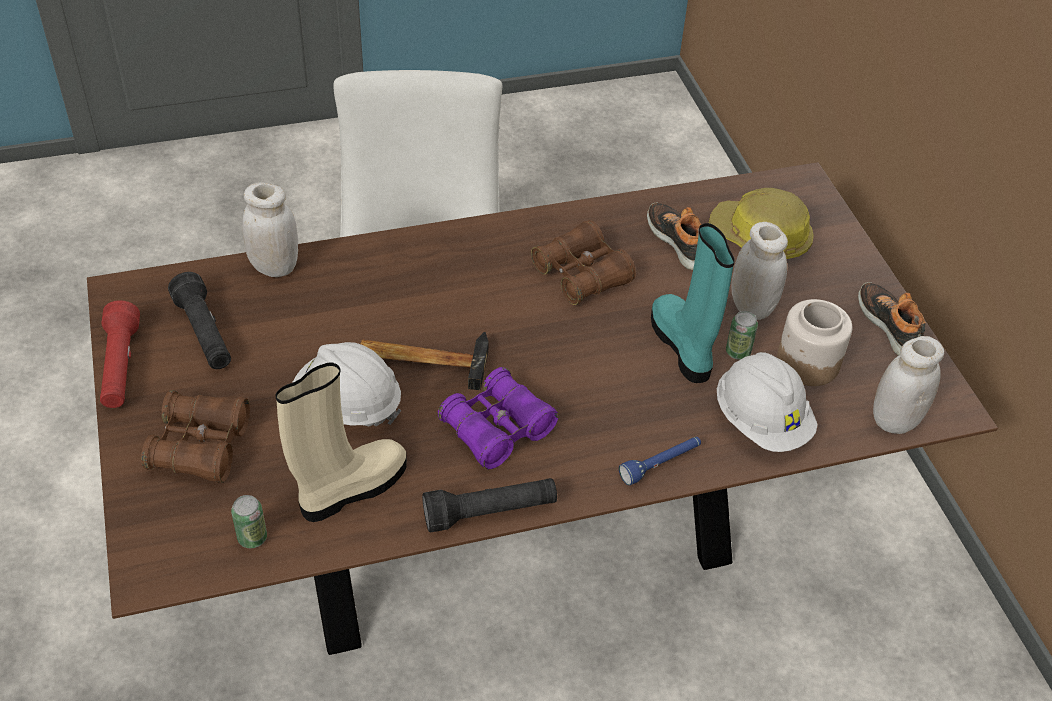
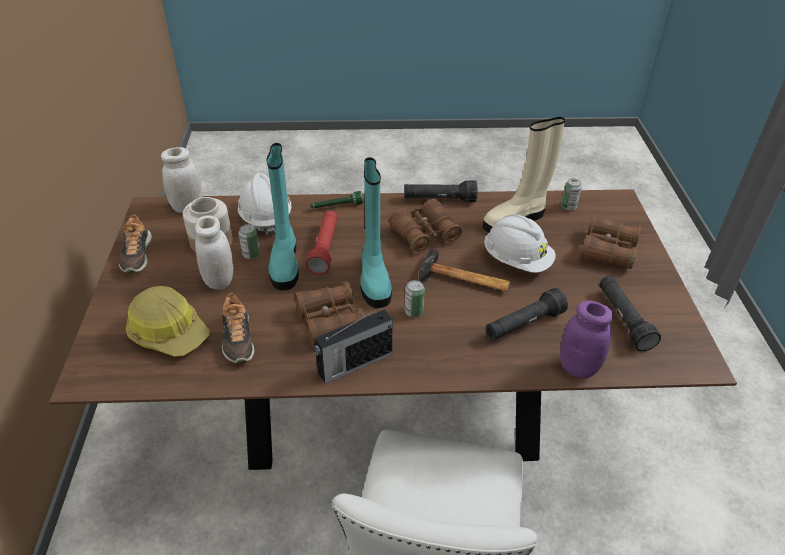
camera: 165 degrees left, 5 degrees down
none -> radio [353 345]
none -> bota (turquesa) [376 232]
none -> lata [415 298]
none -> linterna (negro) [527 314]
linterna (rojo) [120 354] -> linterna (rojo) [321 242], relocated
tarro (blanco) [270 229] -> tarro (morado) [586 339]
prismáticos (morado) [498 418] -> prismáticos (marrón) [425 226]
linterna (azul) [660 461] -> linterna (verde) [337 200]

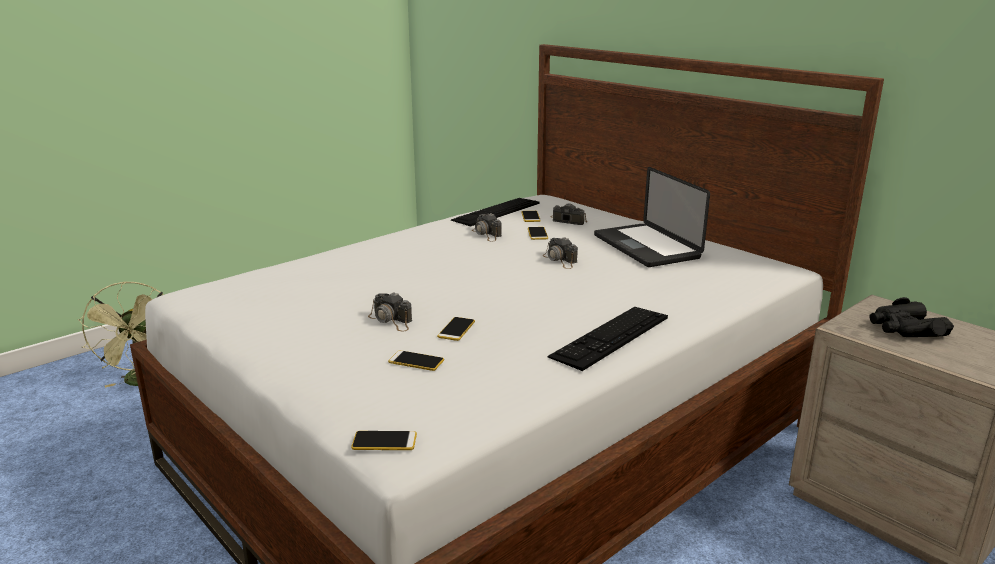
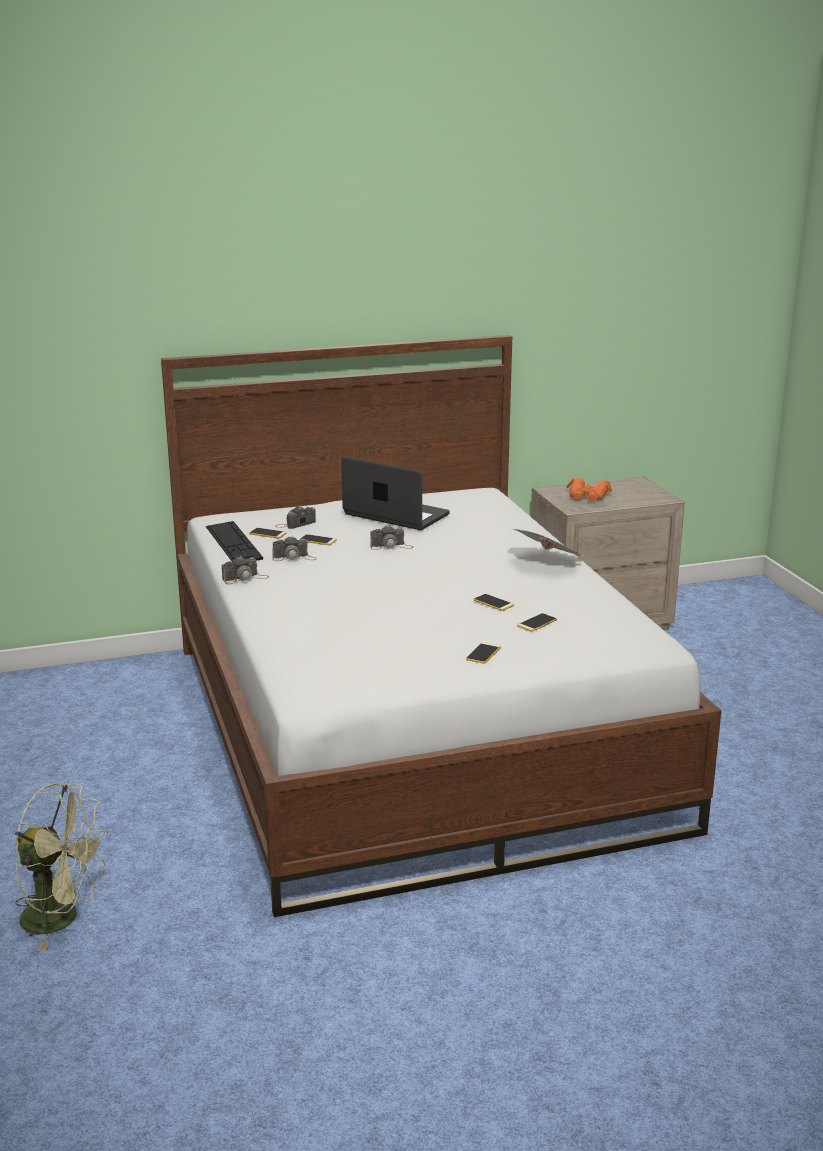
camera: 65 degrees left, 0 degrees up
móvil [384 440] -> móvil [483 653], relocated
cámara [390 312] -> cámara [245 570], relocated
teclado [607 339] -> periódico [548 542]
prismáticos (negro) [911 317] -> prismáticos (naranja) [589 490]
portátil [652 217] -> portátil [395 493], 150 degrees counterclockwise

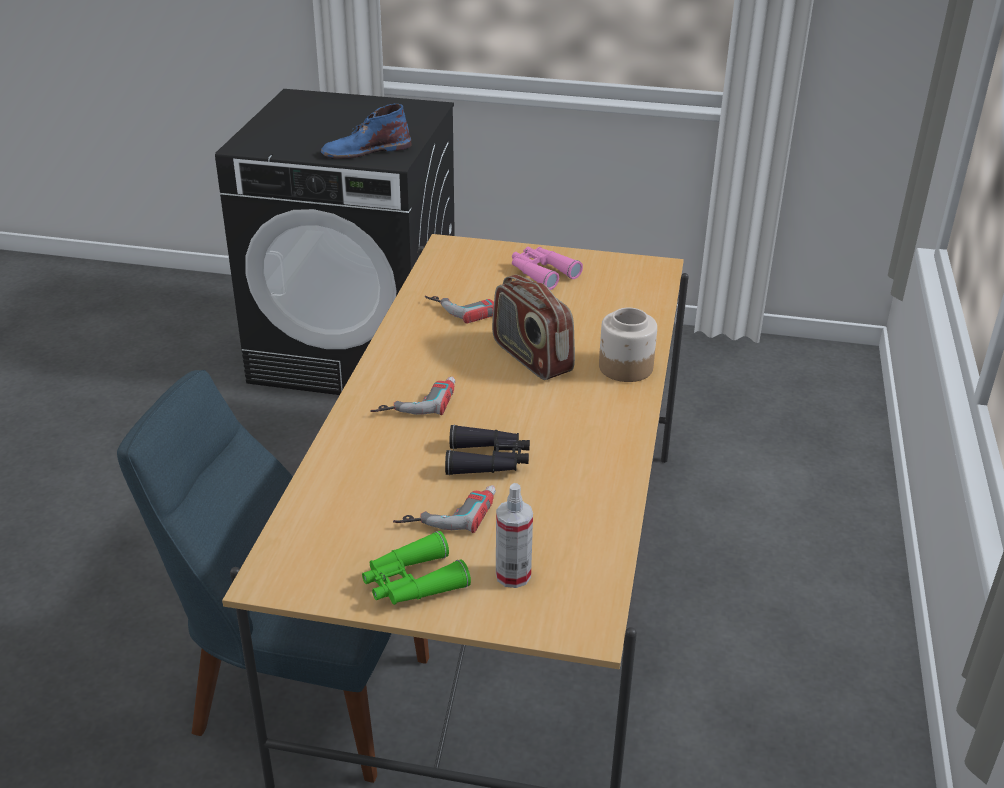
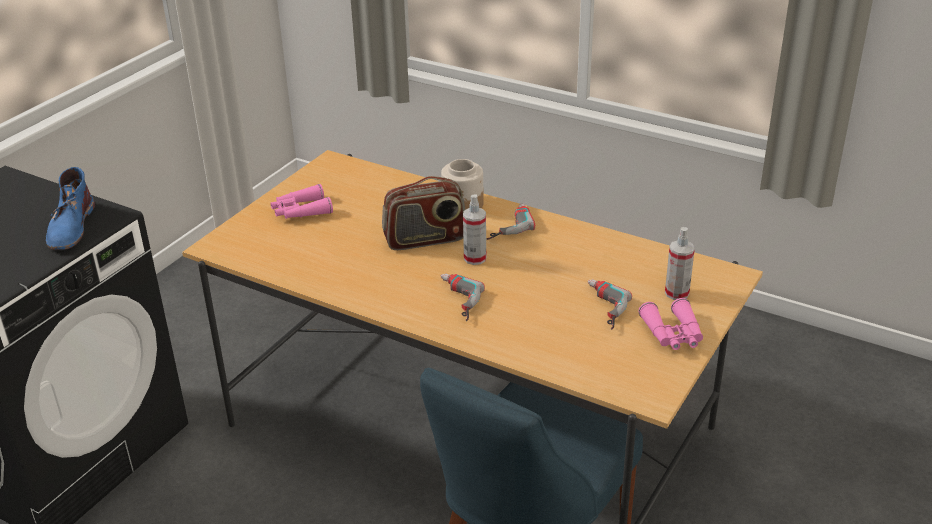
camera: 70 degrees left, 0 degrees up
prismáticos (negro) [487 450] -> none
none -> pulverizador [474 229]
taladro [459 309] -> taladro [511 221], relocated
prismáticos (verde) [416 568] -> prismáticos (rosa) [671 324]

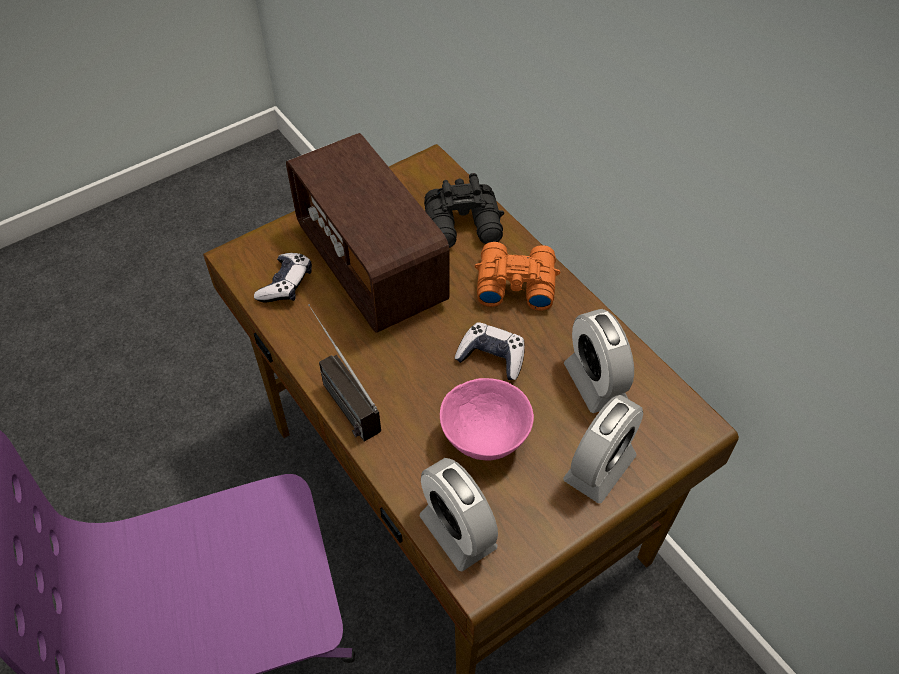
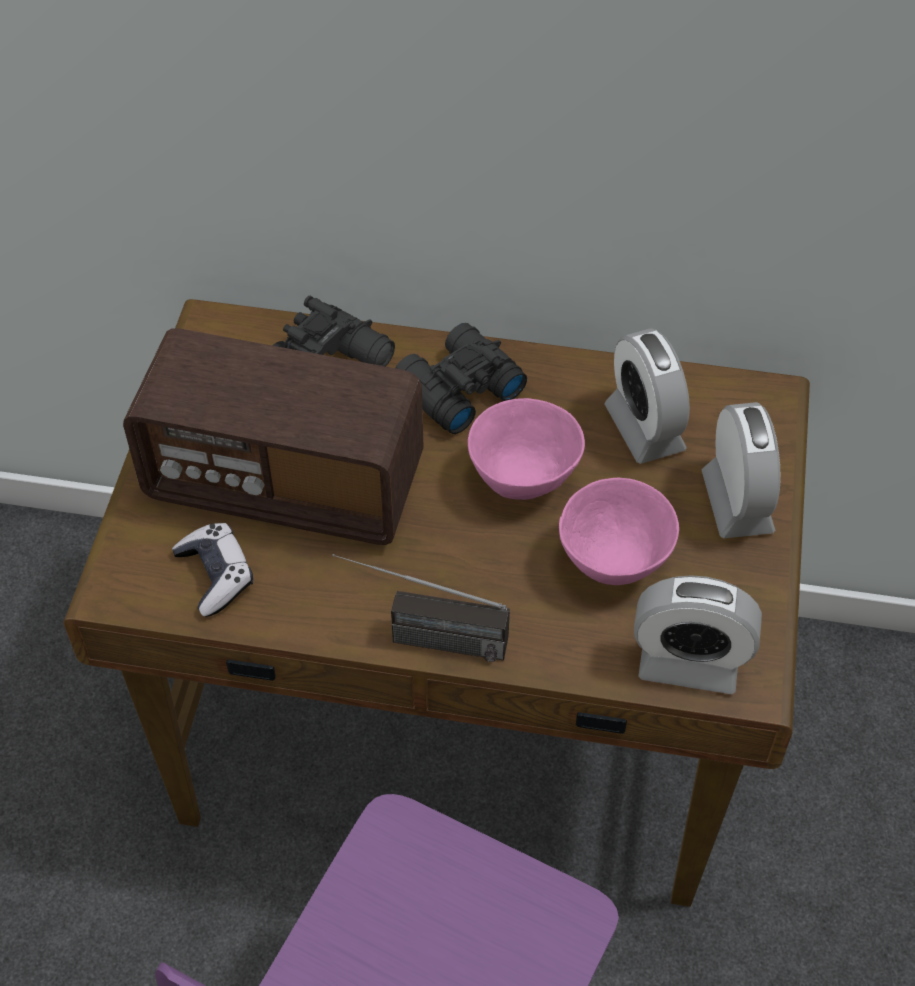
camera: 45 degrees left, 0 degrees up
mando de consola [490 351] -> cuenco (rosa) [526 449]
prismáticos (naranja) [517 276] -> prismáticos (negro) [461 378]
despertador [599 361] -> despertador [647 396], 45 degrees clockwise

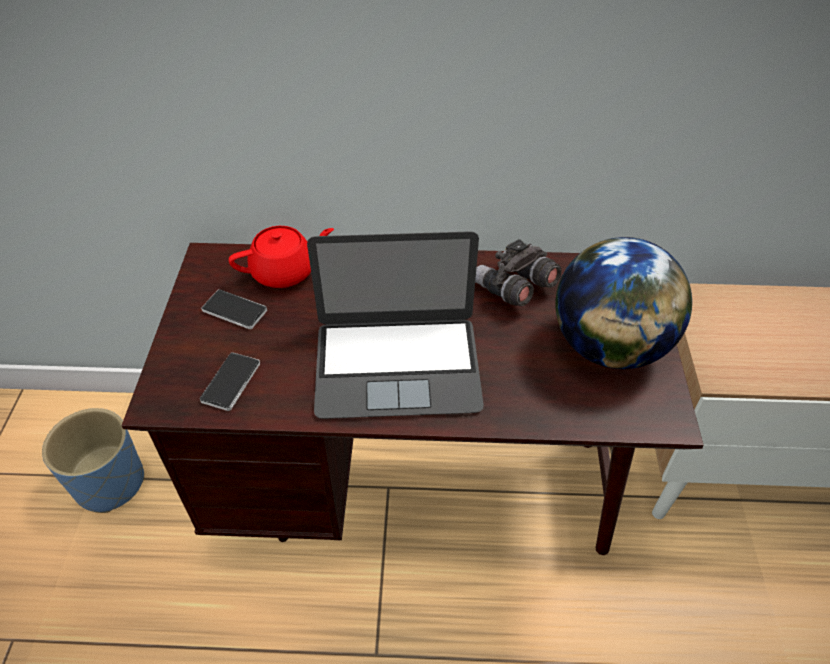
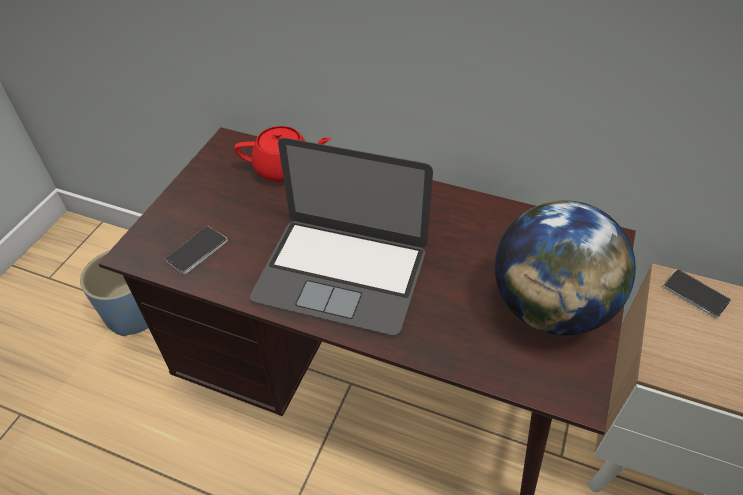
camera: 20 degrees right, 0 degrees up
prismáticos (gris) [518 272] -> none
móvil [234 309] -> móvil [697 293], relocated

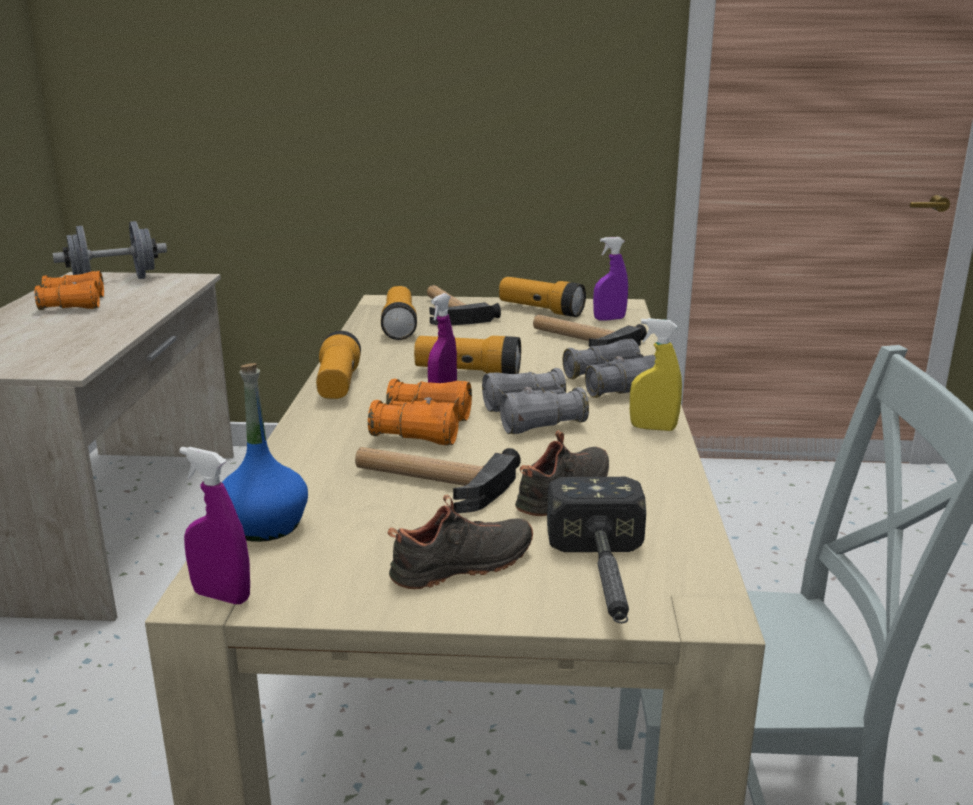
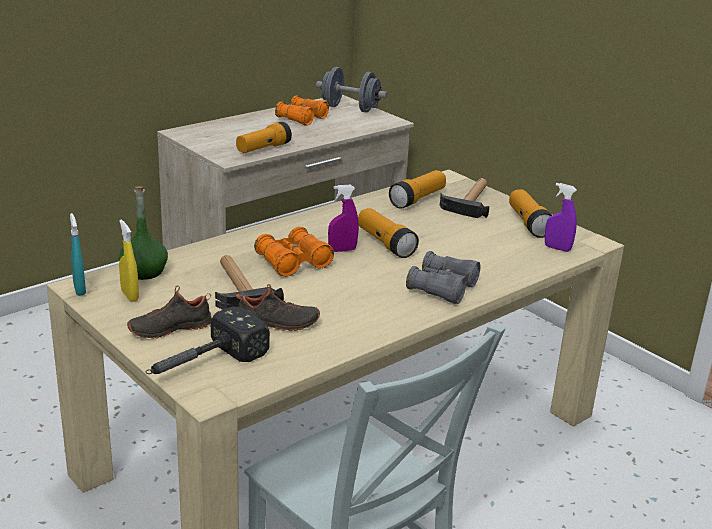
camera: 45 degrees right, 5 degrees up
prismáticos (gris) [535 401] -> none
martillo [590 331] -> none
linterna [338 365] -> linterna [264 137], relocated
pulverizador (amarillo) [656 374] -> pulverizador (amarillo) [129 261], relocated
pulverizador (morado) [214 525] -> pulverizador (turquesa) [78 254]
botella (azul) [265 452] -> botella (verde) [143 233]
zapato (negro) [460 542] -> zapato (negro) [169 312], 135 degrees clockwise

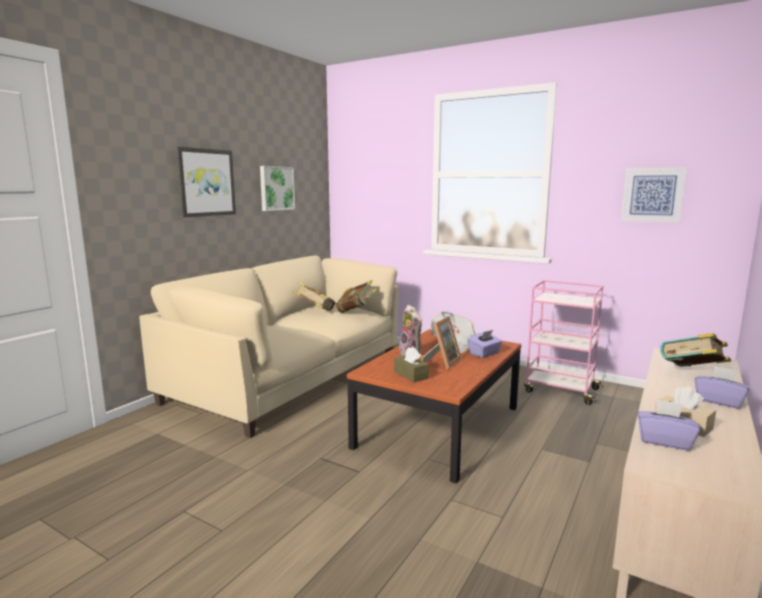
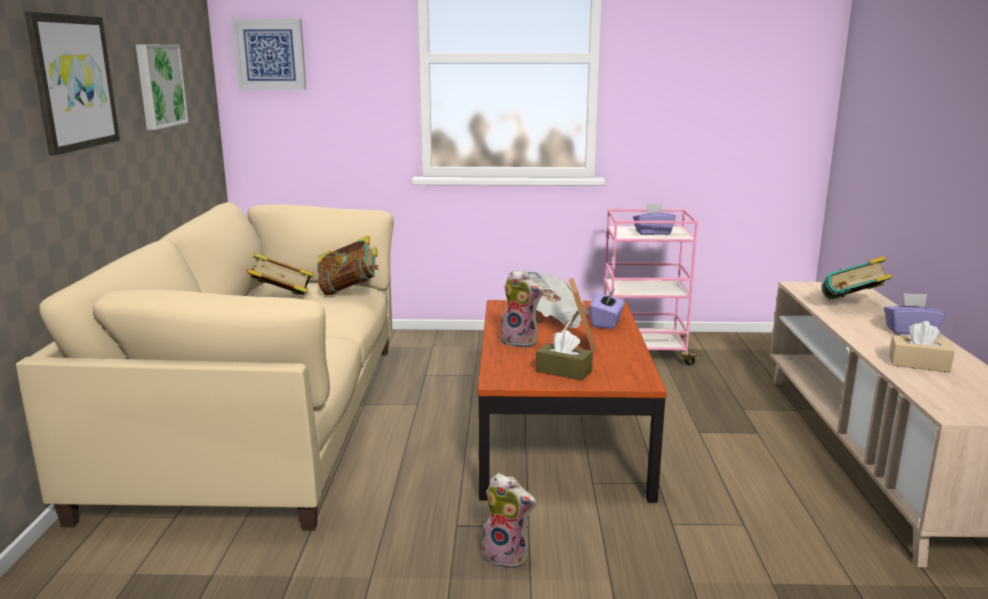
camera: 30 degrees left, 5 degrees up
none -> peluche [509 521]
cuadro [654 195] -> cuadro [269 54], relocated
caja de pañuelos (morado) [669 425] -> caja de pañuelos (morado) [654 219], relocated

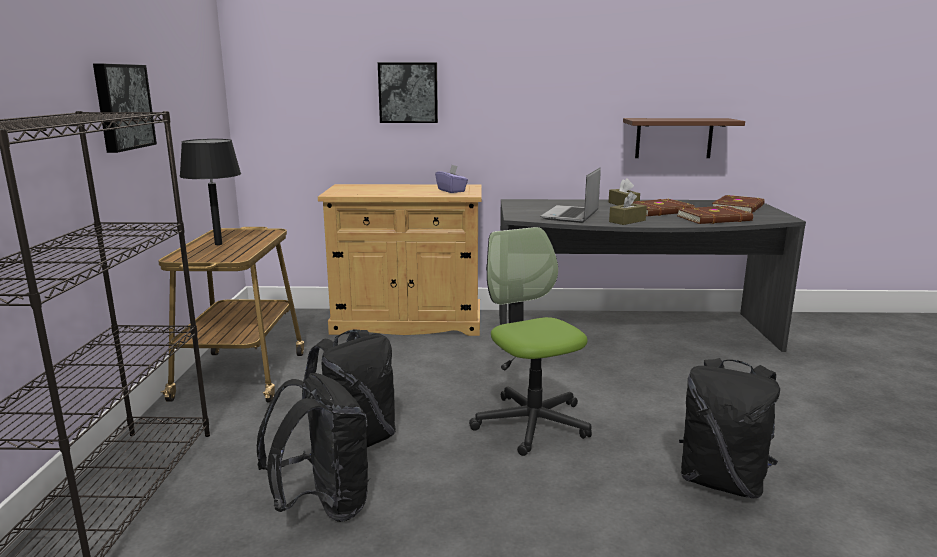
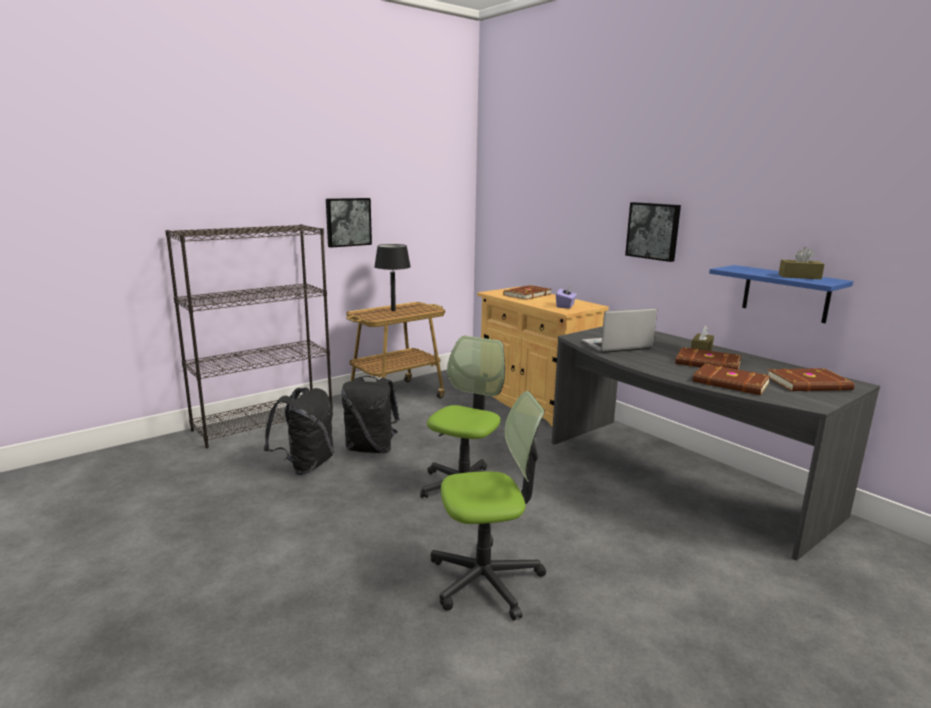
camera: 50 degrees right, 0 degrees up
none -> libro (marrón) [527 292]
cuadro [408 92] -> cuadro [653 232], relocated
caja de pañuelos (marrón) [628 208] -> caja de pañuelos (marrón) [802 263], relocated
mochila (negro) [729 428] -> silla de oficina [488 505]
estante (marrón) [684 138] -> estante (azul) [781 294]

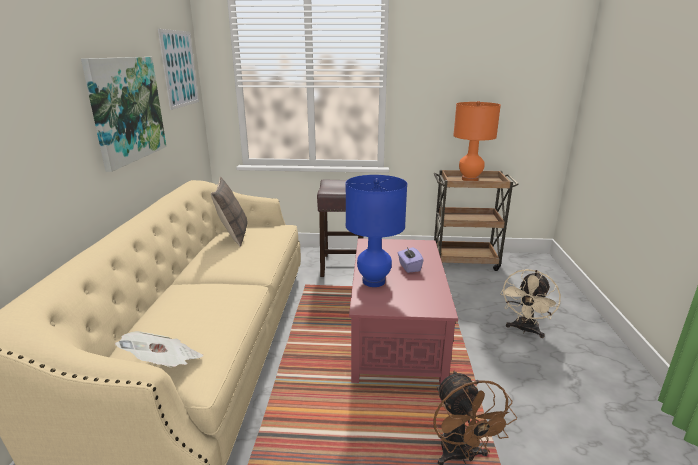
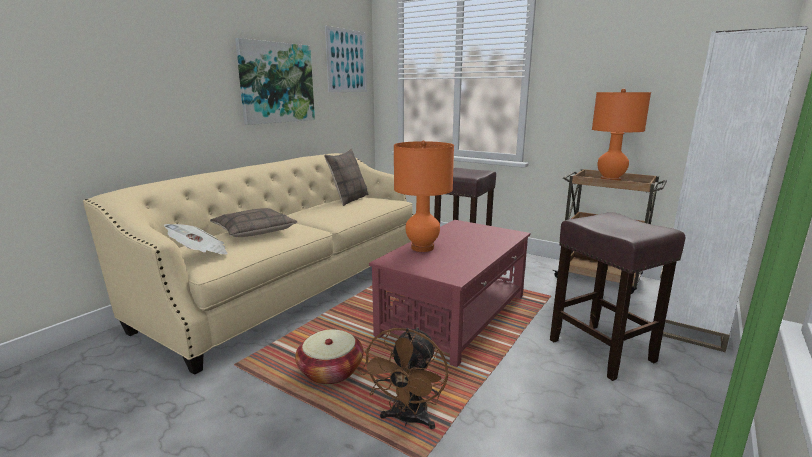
camera: 30 degrees right, 5 degrees down
caja de pañuelos (morado) [411 260] -> none
none -> cojín [254 222]
none -> cesta [329 357]
none -> estantería (blanco) [734 189]
ventilador (beis) [530 303] -> taburete (marrón) [617 296]
lámpara de mesa (azul) [376 231] -> lámpara de mesa (naranja) [424 196]

